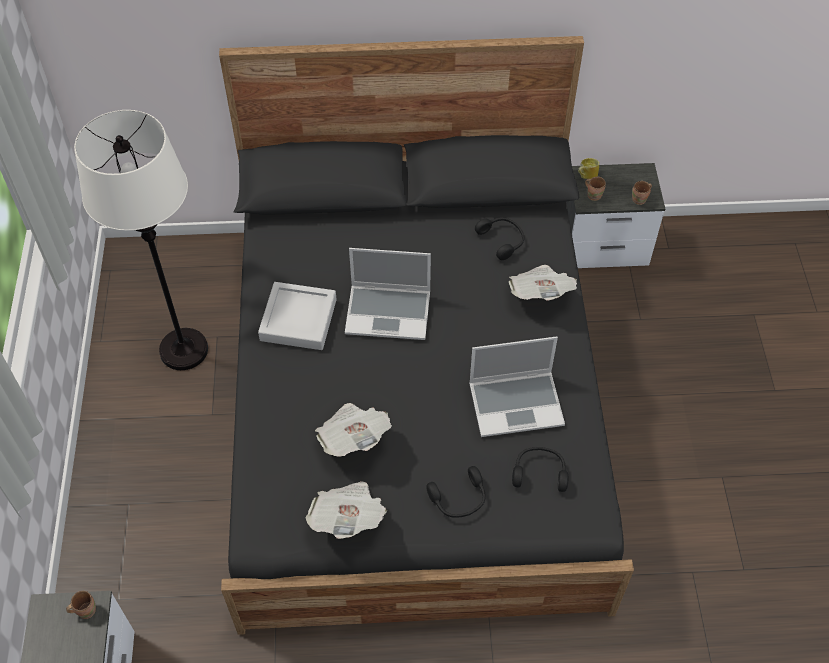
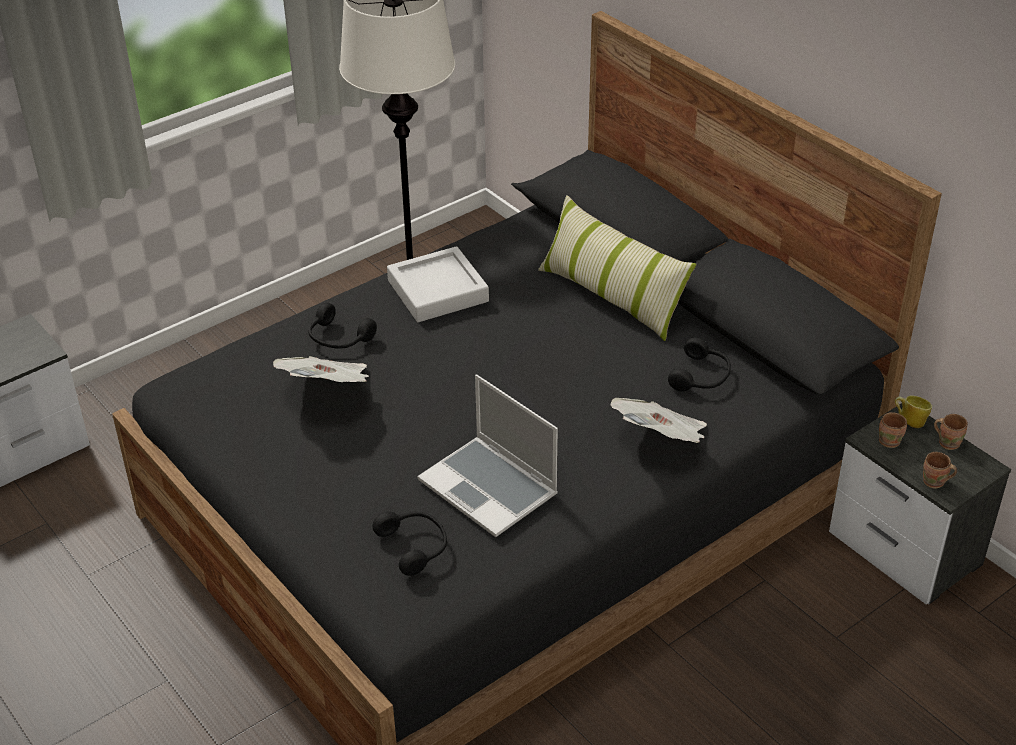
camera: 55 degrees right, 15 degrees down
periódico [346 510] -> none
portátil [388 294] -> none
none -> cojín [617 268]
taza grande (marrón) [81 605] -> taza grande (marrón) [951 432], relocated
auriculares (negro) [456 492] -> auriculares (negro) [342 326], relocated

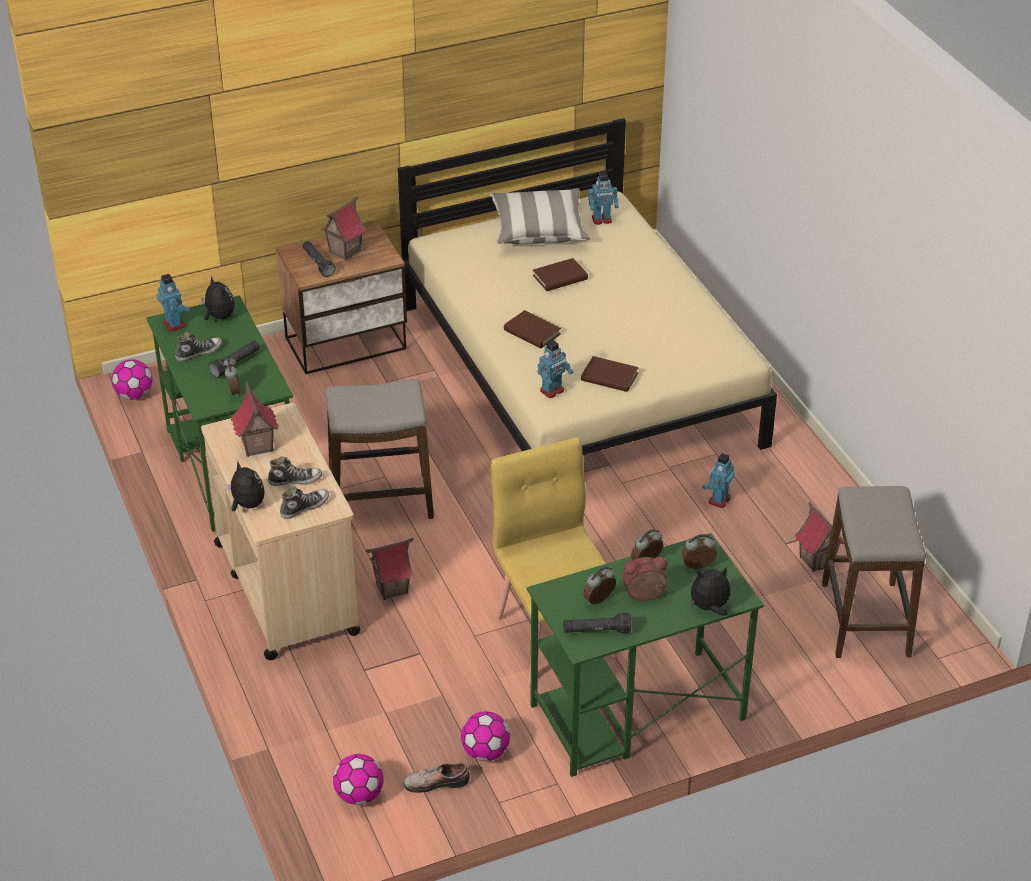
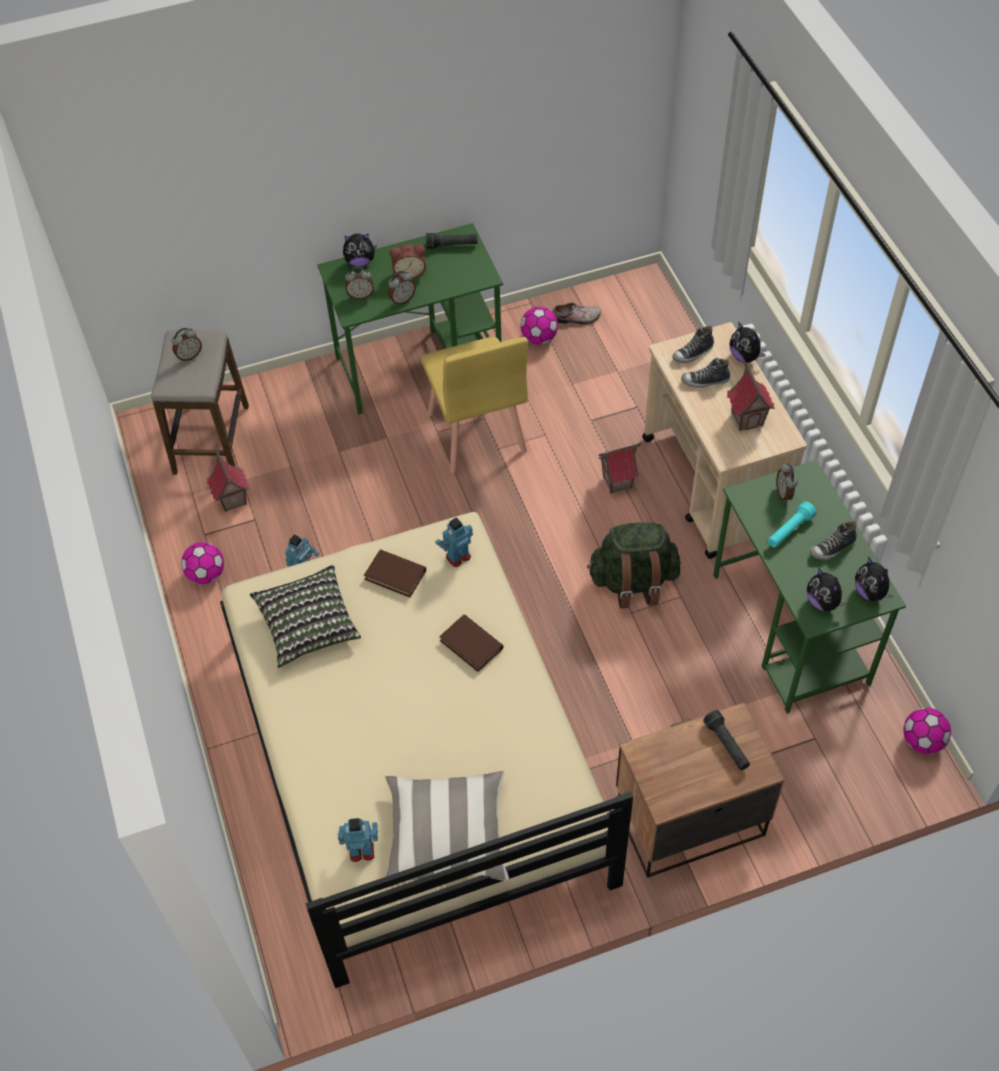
camera: 175 degrees left, 15 degrees up
casita [344 228] -> none
libro (marrón) [560 274] -> none
none -> cojín [305 616]
balón de fútbol [358 779] -> balón de fútbol [202 563], relocated
despertador [599 586] -> despertador [187 345], relocated
robot de juguete [173 303] -> peluche [874 579]
taburete [380 449] -> mochila (verde) [634 565]
linterna (negro) [234 359] -> linterna (turquesa) [792 524]

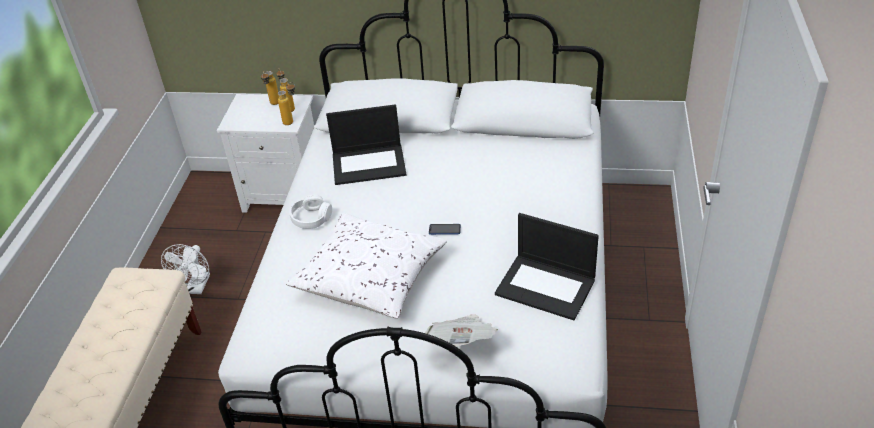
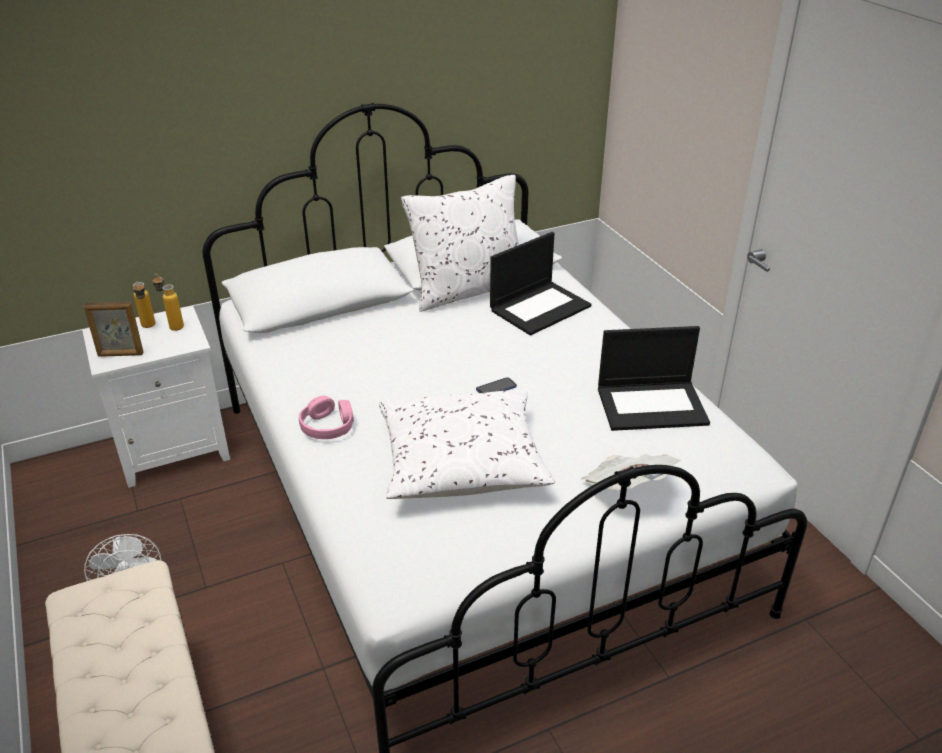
camera: 35 degrees left, 5 degrees down
botella [286 103] -> none
none -> portarretratos [113 329]
none -> cojín (blanco) [460 243]
portátil [366 144] -> portátil [541 283], relocated
auriculares (blanco) [310 212] -> auriculares (rosa) [326 417]

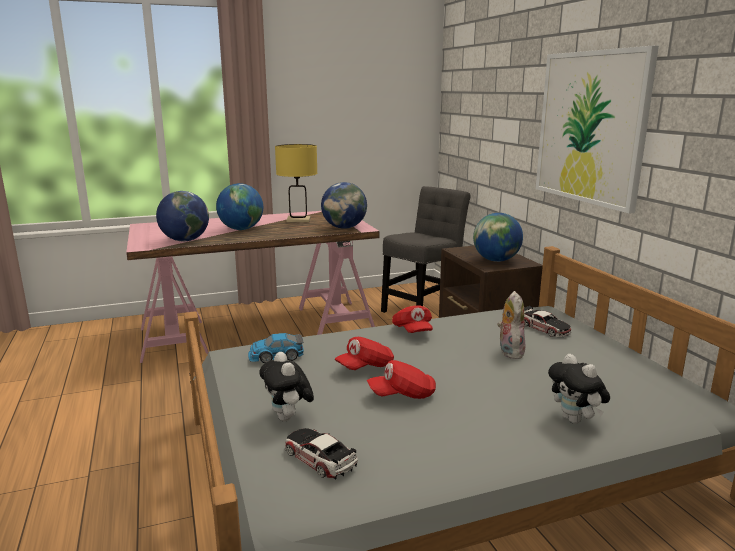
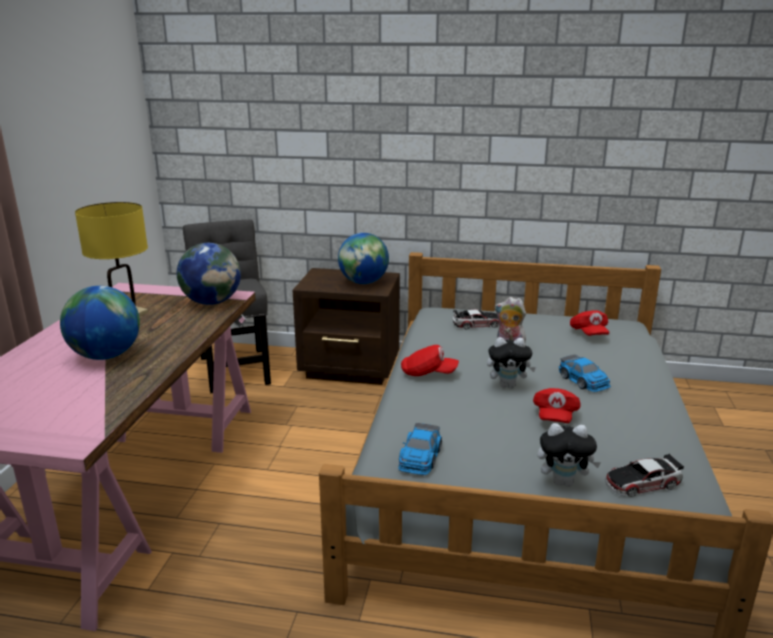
camera: 60 degrees left, 5 degrees up
globo terráqueo [182 216] -> none
cuadro [597 129] -> none
none -> coche de juguete [585 373]
gorra (rojo) [364 353] -> gorra (rojo) [589 323], relocated
peluche [579 389] -> peluche [511 362], relocated

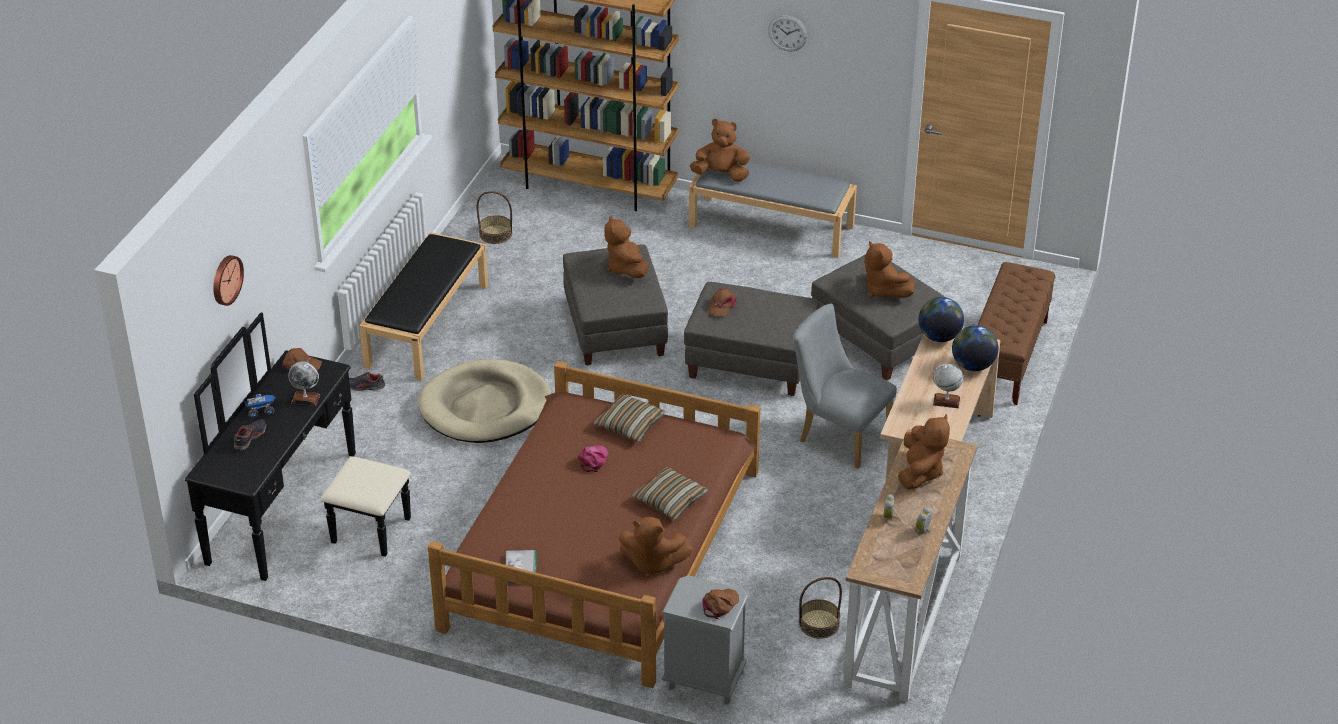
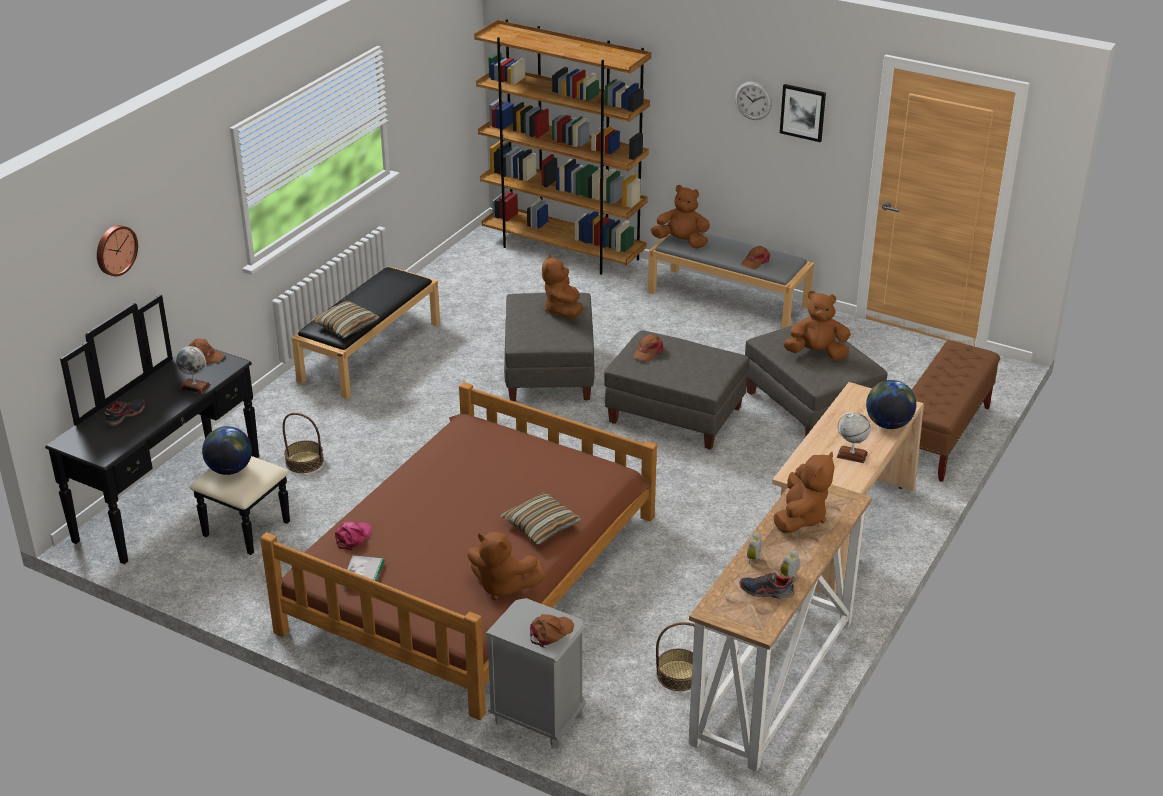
camera: 10 degrees right, 5 degrees down
camión de juguete [260 406] -> none
cama para perro (beis) [484 401] -> none
silla (gris) [845 386] -> none
none -> gorra (marrón) [755 257]
none -> cuadro [803 113]
zapato [367 381] -> zapato [767 585], relocated
cesta [494 217] -> cesta [303 443], relocated
gorra (rosa) [593 458] -> gorra (rosa) [353 536], relocated
cojín [629 418] -> cojín [345 319], relocated
globo terráqueo [941 319] -> globo terráqueo [227 450], relocated
peluche (marrón) [889 269] -> peluche (marrón) [817 325], 120 degrees clockwise

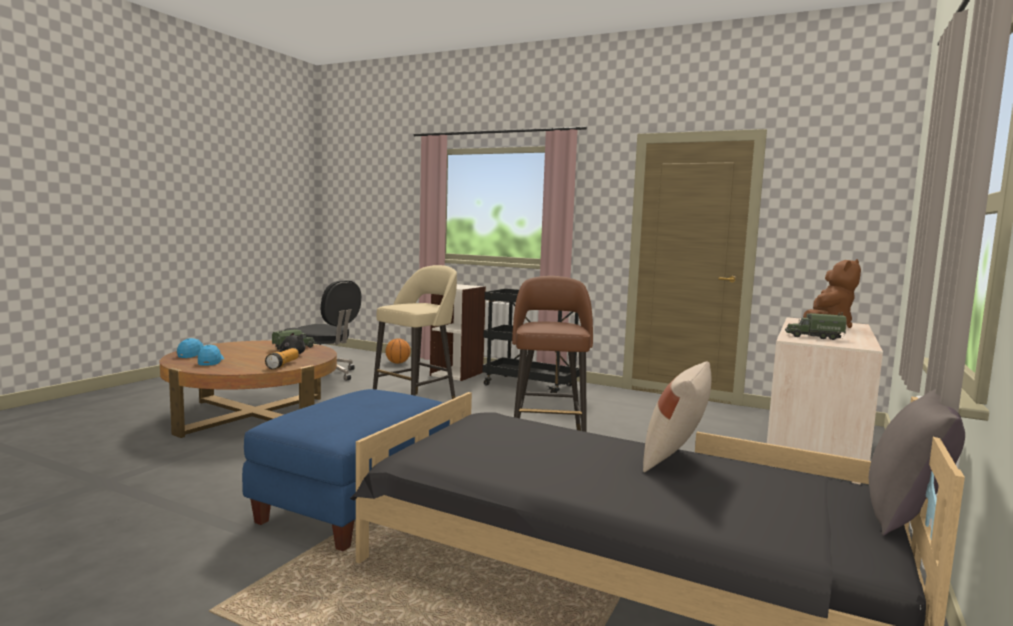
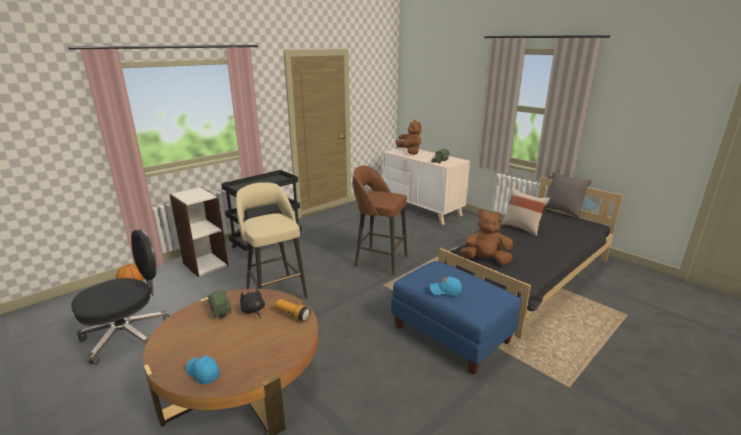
camera: 70 degrees left, 15 degrees up
none -> peluche (marrón) [486 237]
gorra (azul) [211 355] -> gorra (azul) [446 286], relocated

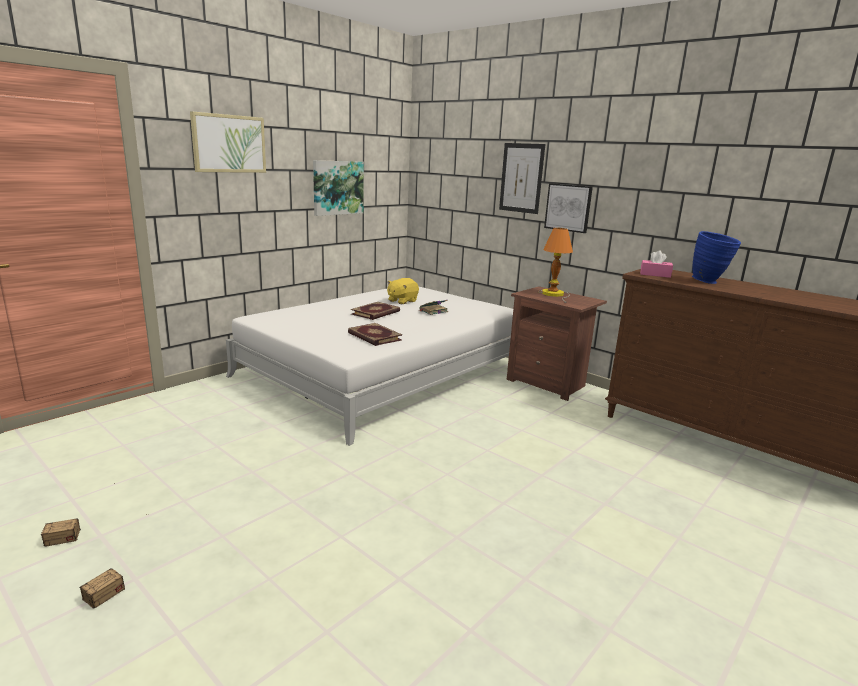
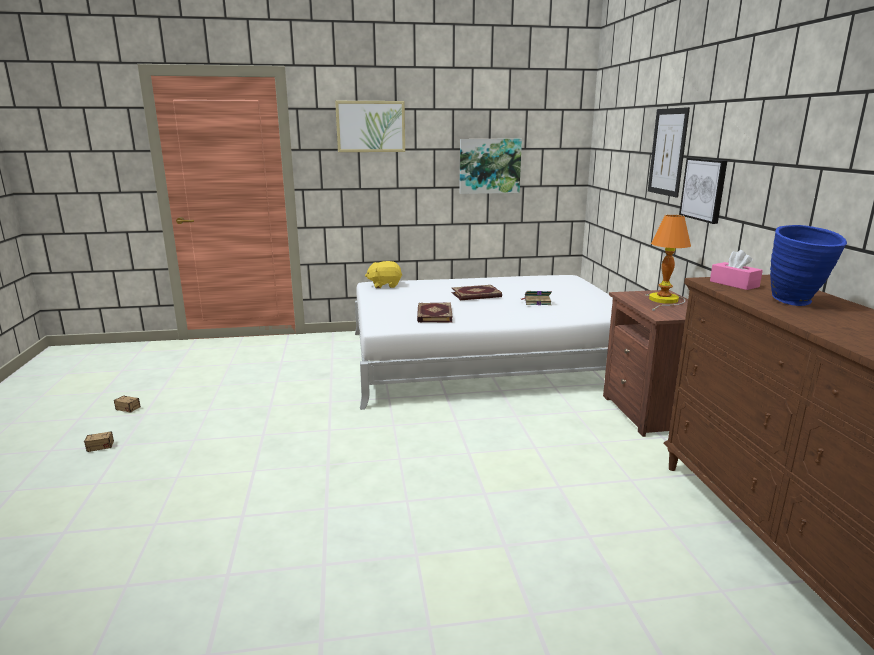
camera: 40 degrees right, 0 degrees up
peluche (amarillo) [403 291] -> peluche (amarillo) [383 274], relocated

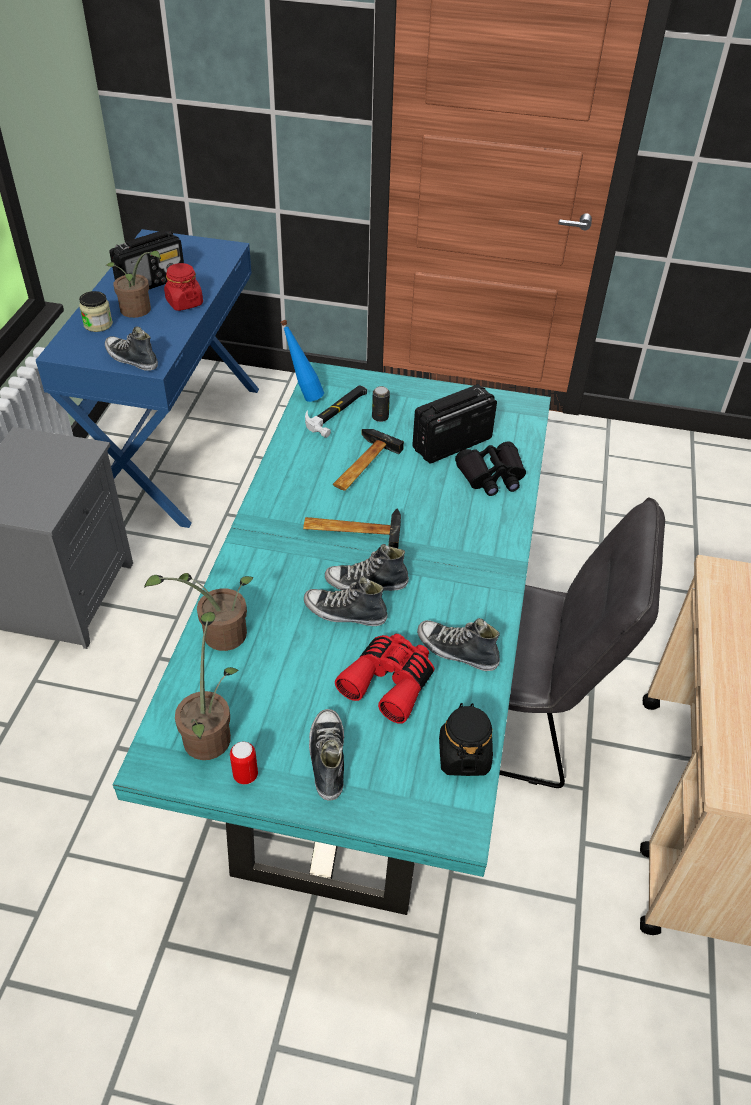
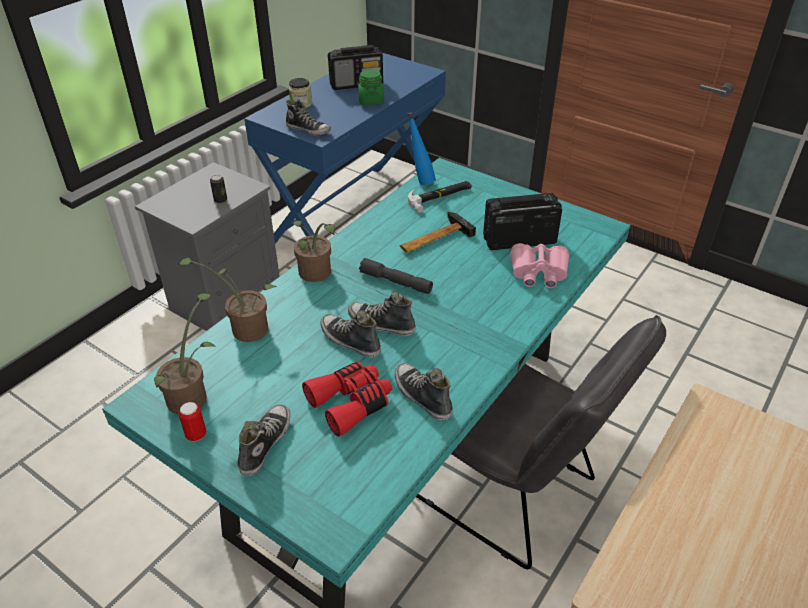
camera: 25 degrees right, 5 degrees down
tarro (negro) [466 739] -> none
planta en maceta [133 284] -> planta en maceta [314 251], relocated
lata [381 404] -> lata [218 189], relocated
martillo [352 528] -> linterna (gris) [396 276]
tarro (rojo) [183 287] -> tarro (verde) [371 87]
prismáticos (negro) [490 468] -> prismáticos (rosa) [539 265]
zapato [131 348] -> zapato [308 117], 150 degrees clockwise

